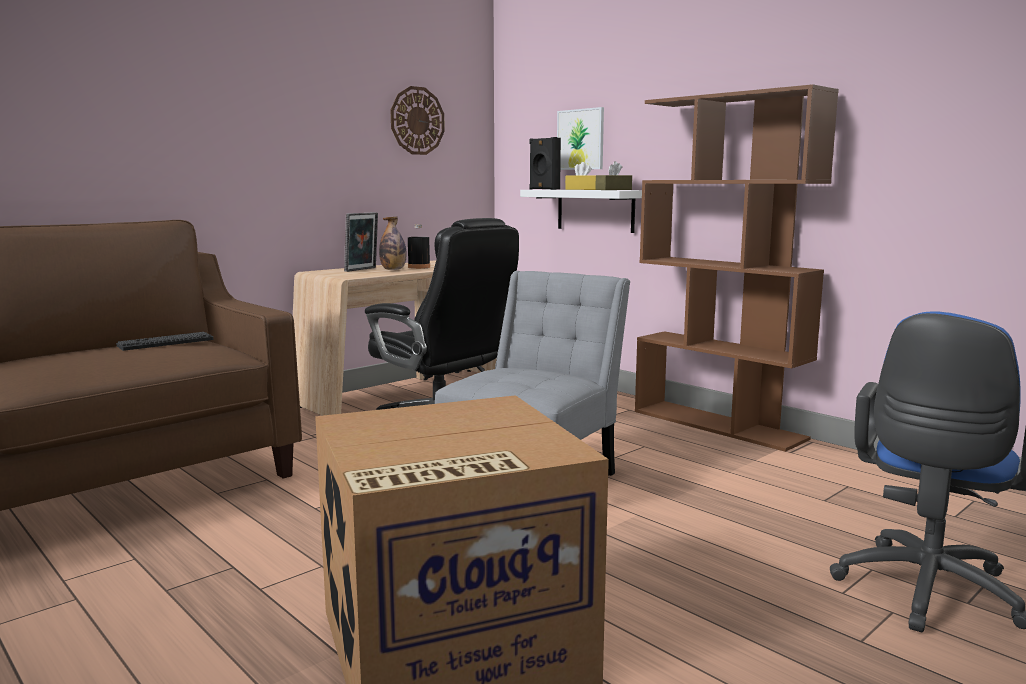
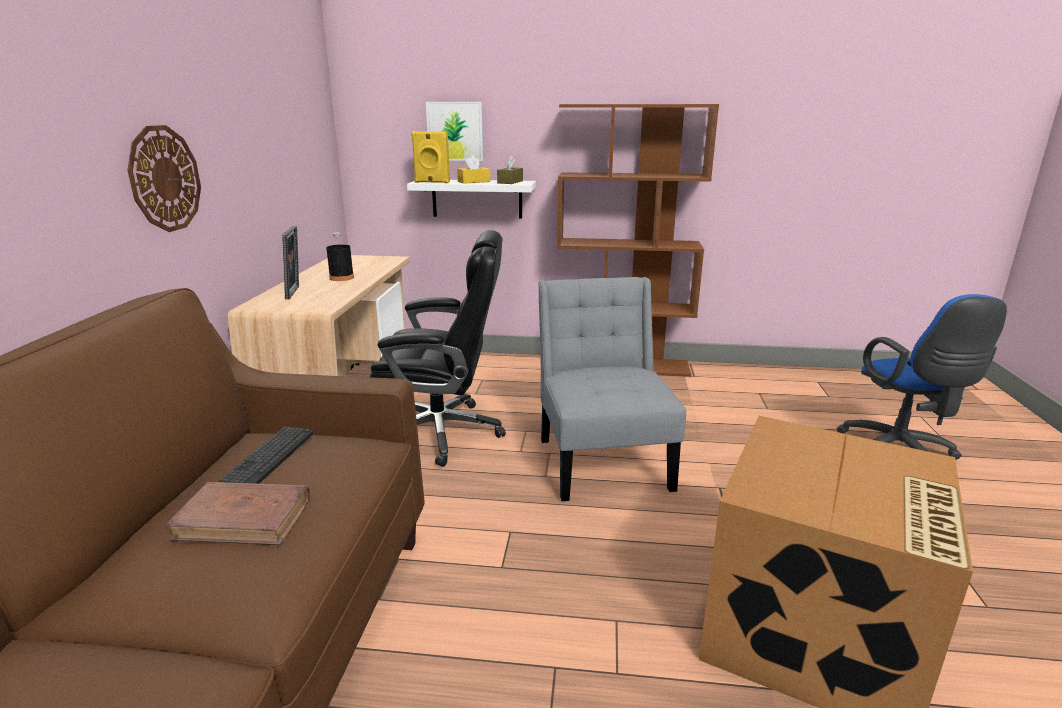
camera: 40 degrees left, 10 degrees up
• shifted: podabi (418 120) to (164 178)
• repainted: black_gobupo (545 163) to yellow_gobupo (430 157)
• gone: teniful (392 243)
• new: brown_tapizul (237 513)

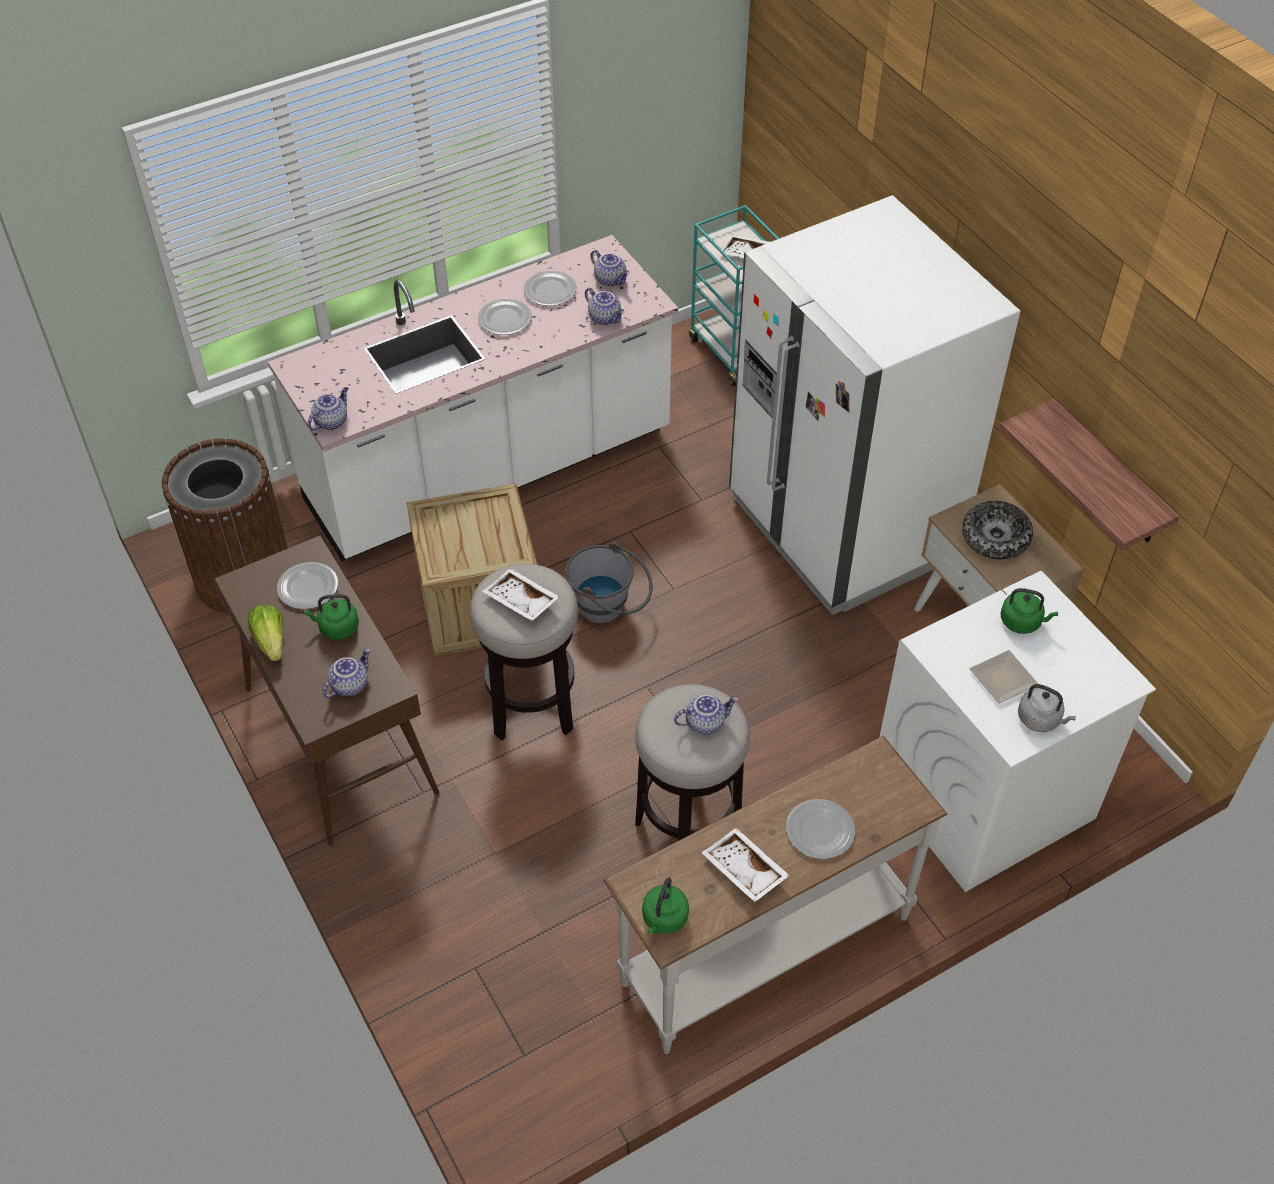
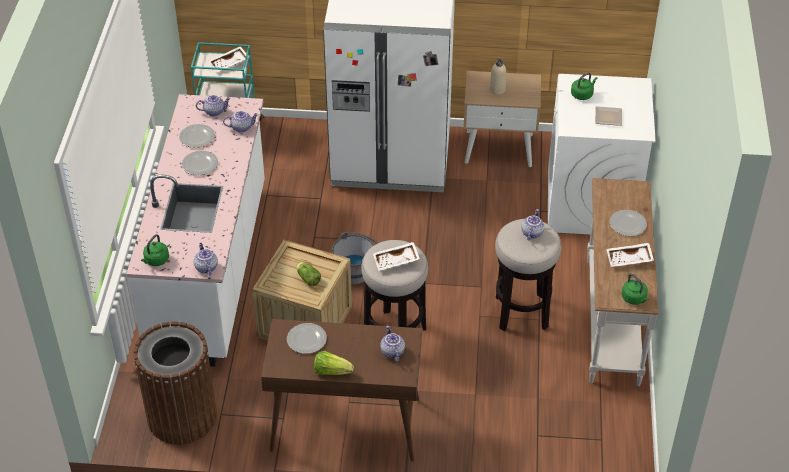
camera: 55 degrees left, 5 degrees down
• gone: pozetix (1089 474)
• swapped: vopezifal (997 530) to beige_teniful (498 77)
• shifted: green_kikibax (331 617) to (155 250)
• gone: grey_kikibax (1047 708)
• new: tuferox (308 274)

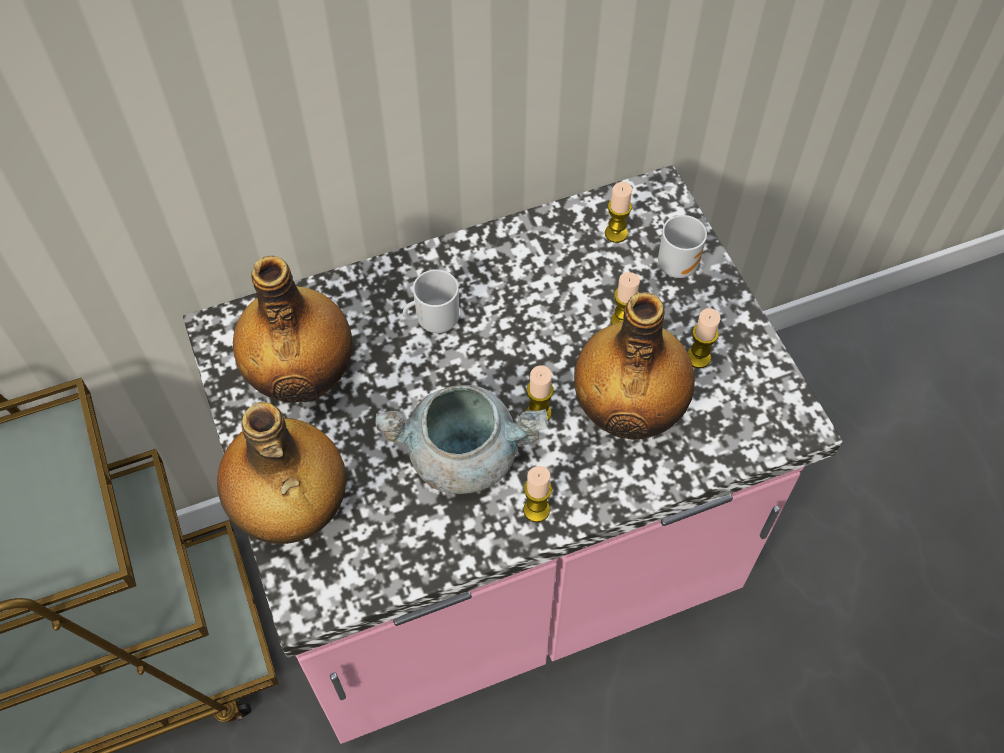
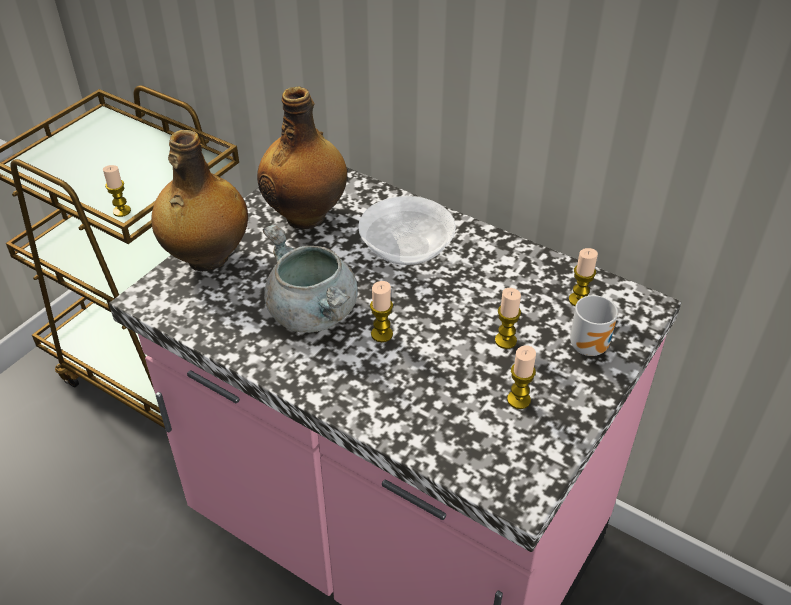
camera: 55 degrees right, 15 degrees down
• swapped: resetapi (431 301) to vopezifal (407 230)
• gone: teniful (634 366)
• shifted: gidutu (537 494) to (117 191)

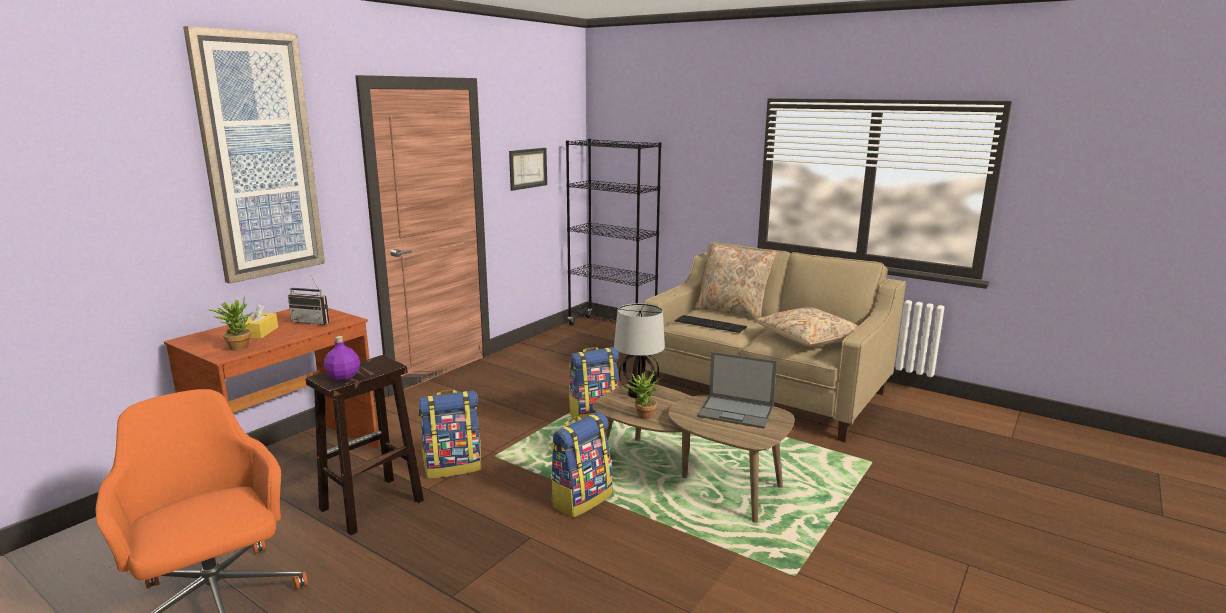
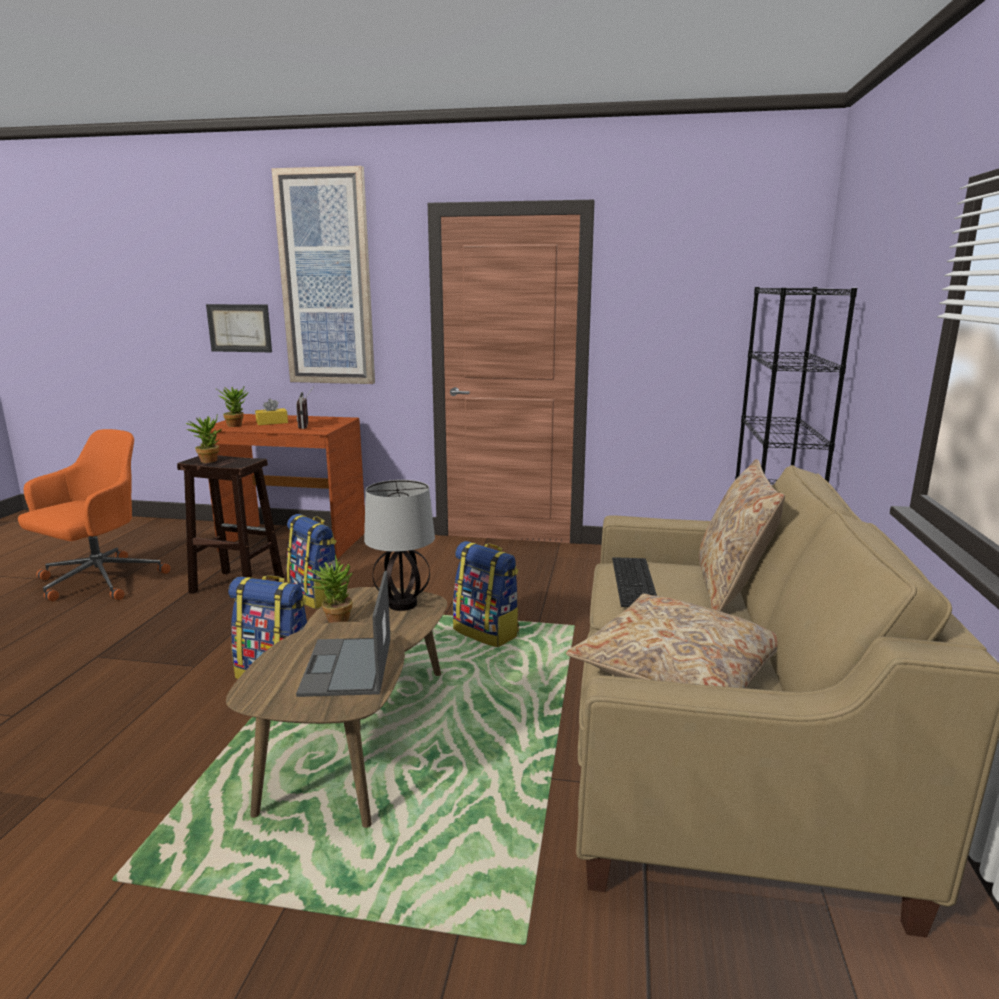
camera: 65 degrees right, 0 degrees up
• shifted: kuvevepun (528 169) to (239 328)
• swapped: purple_teniful (342 358) to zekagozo (204 438)

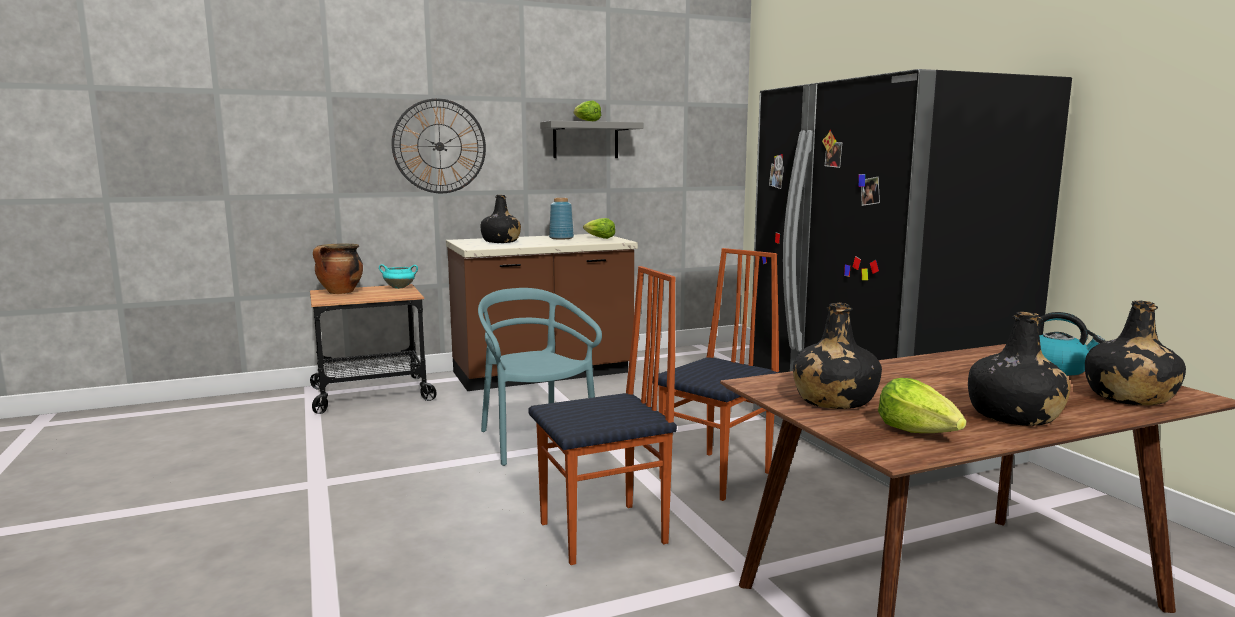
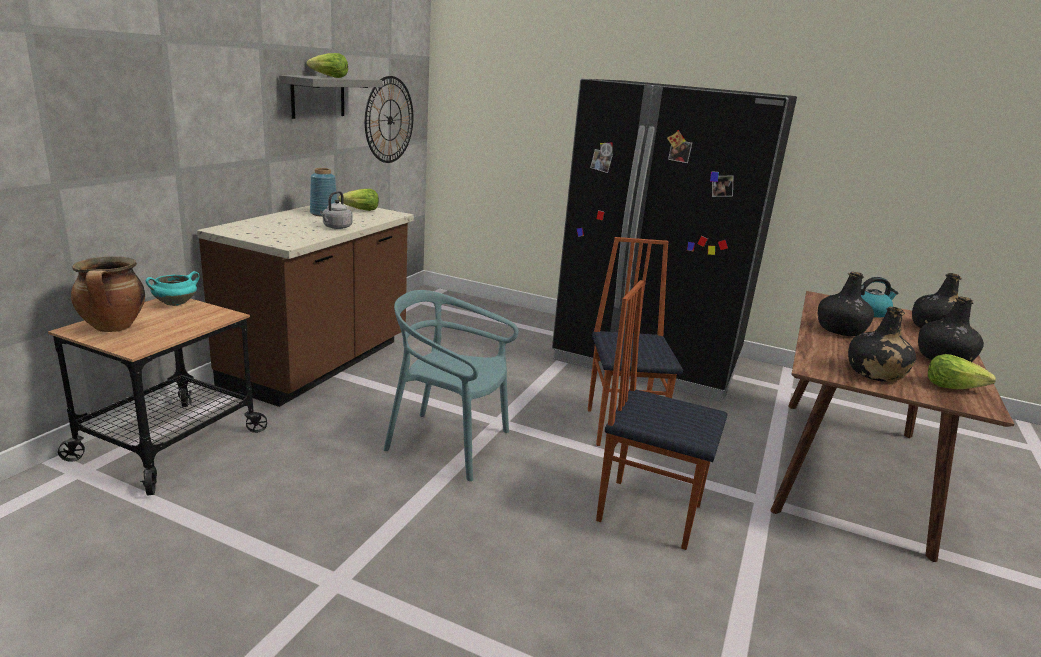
camera: 45 degrees left, 10 degrees up
• shifted: podabi (439 145) to (389 119)
• shifted: black_teniful (501 219) to (846 304)
• rotated: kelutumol (602 415) = (662 415) 90 degrees counterclockwise
• new: grey_kikibax (336 210)

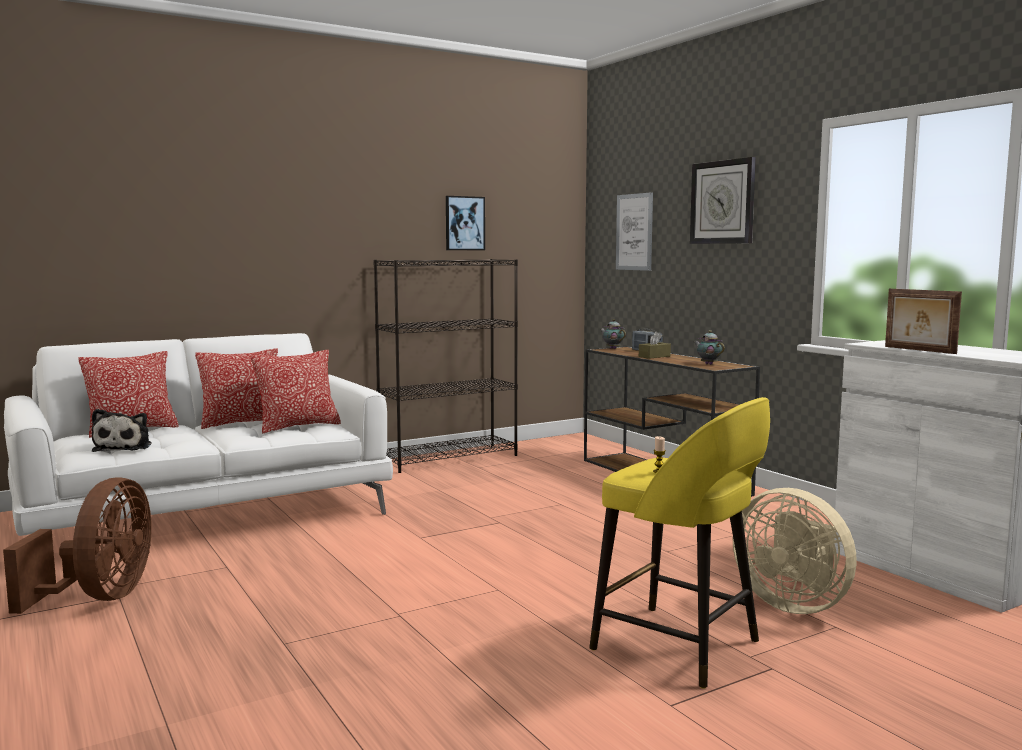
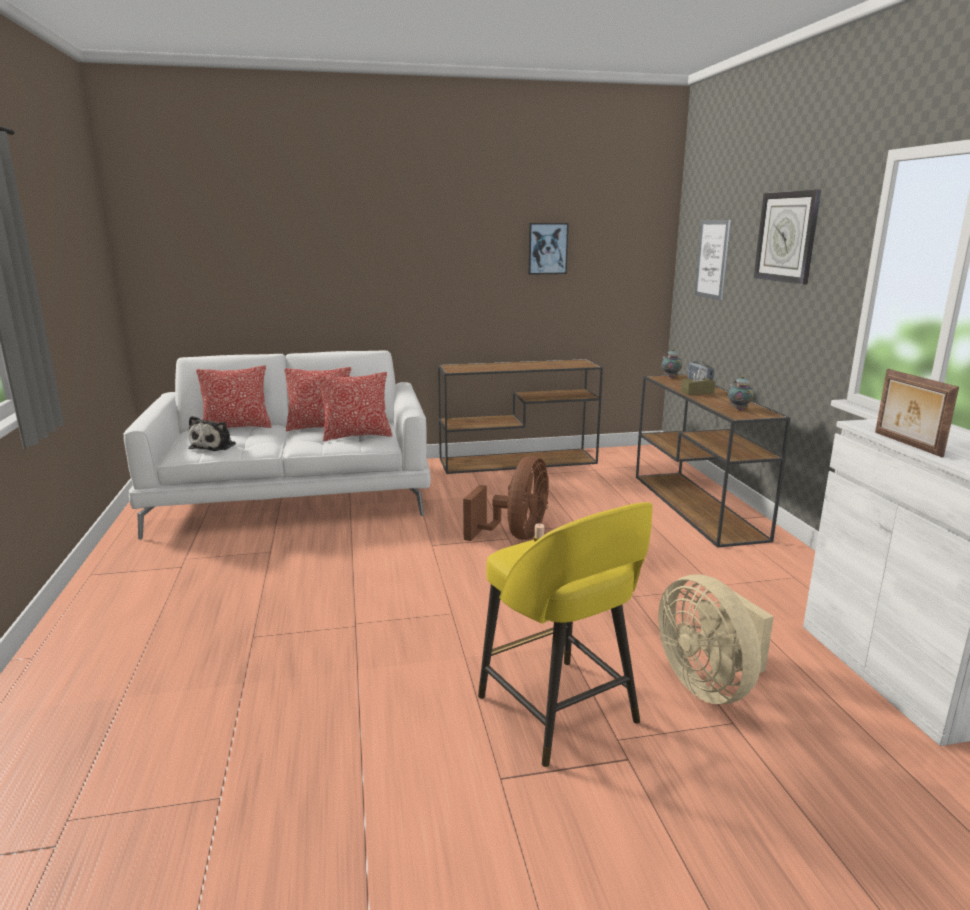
camera: 20 degrees right, 10 degrees up
• swapped: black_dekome (445 366) to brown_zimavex (520 416)
• shifted: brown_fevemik (77 545) to (506 498)

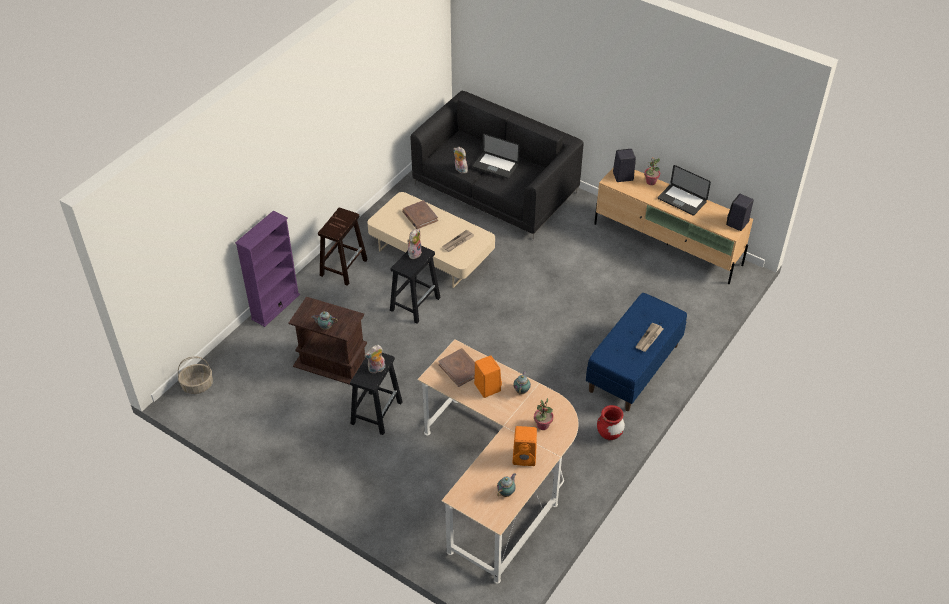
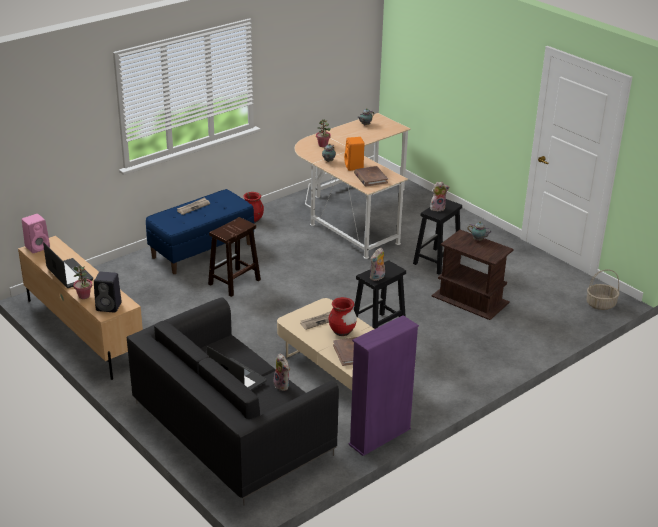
camera: 165 degrees left, 15 degrees down
• repainted: black_gobupo (740 212) to pink_gobupo (36 233)
• shifted: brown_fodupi (343 247) to (234 257)
• shifted: purple_dekome (267 268) to (383 385)
• gone: orange_gobupo (525 446)
• new: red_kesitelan (343 316)

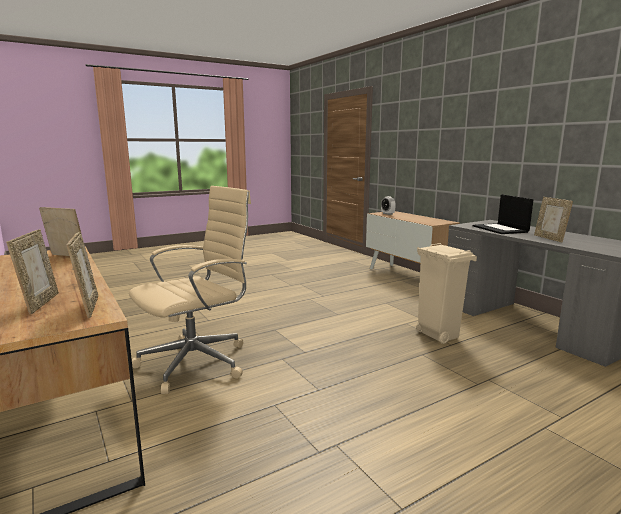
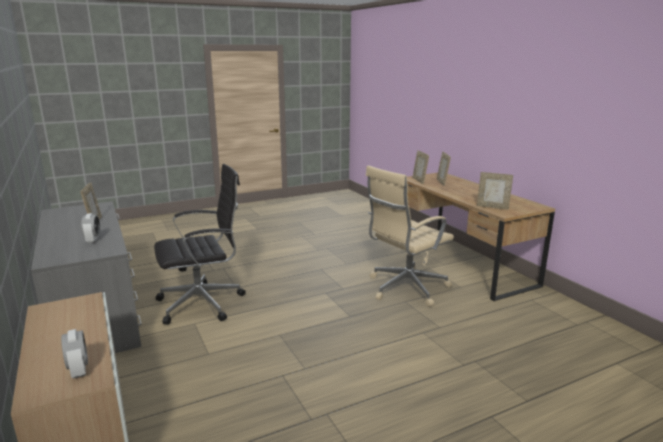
camera: 175 degrees left, 5 degrees up
• swapped: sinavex (503 214) to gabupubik (90 228)
• swapped: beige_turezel (446 293) to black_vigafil (200 244)

